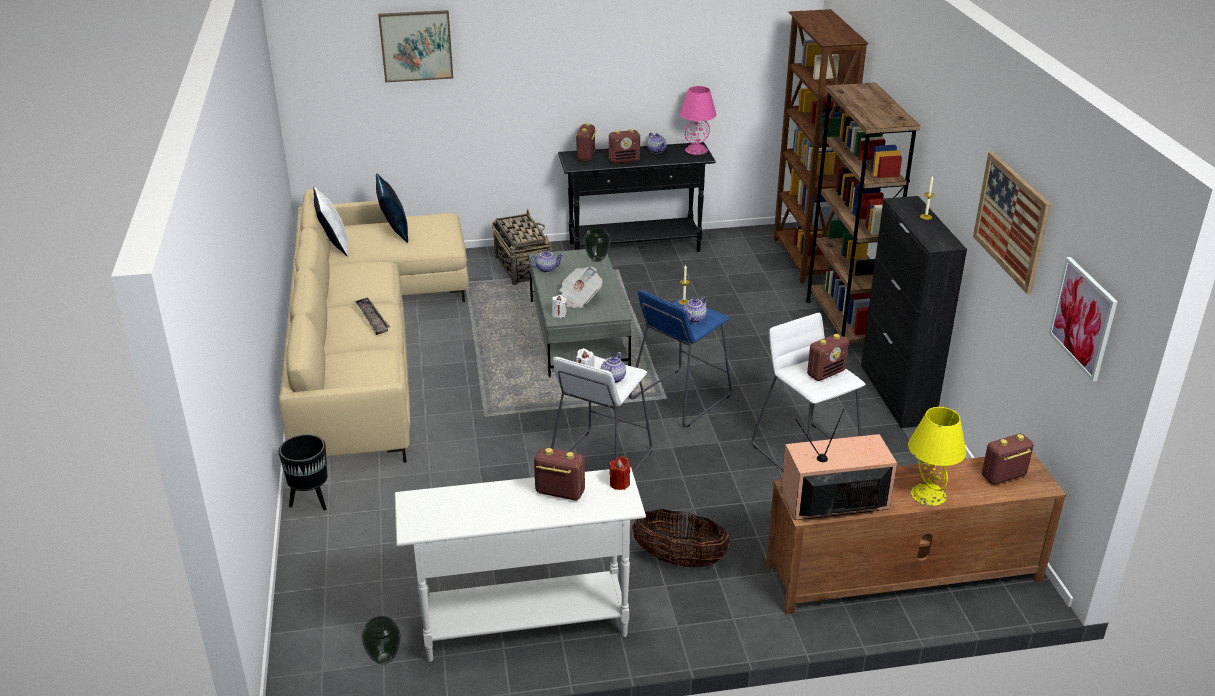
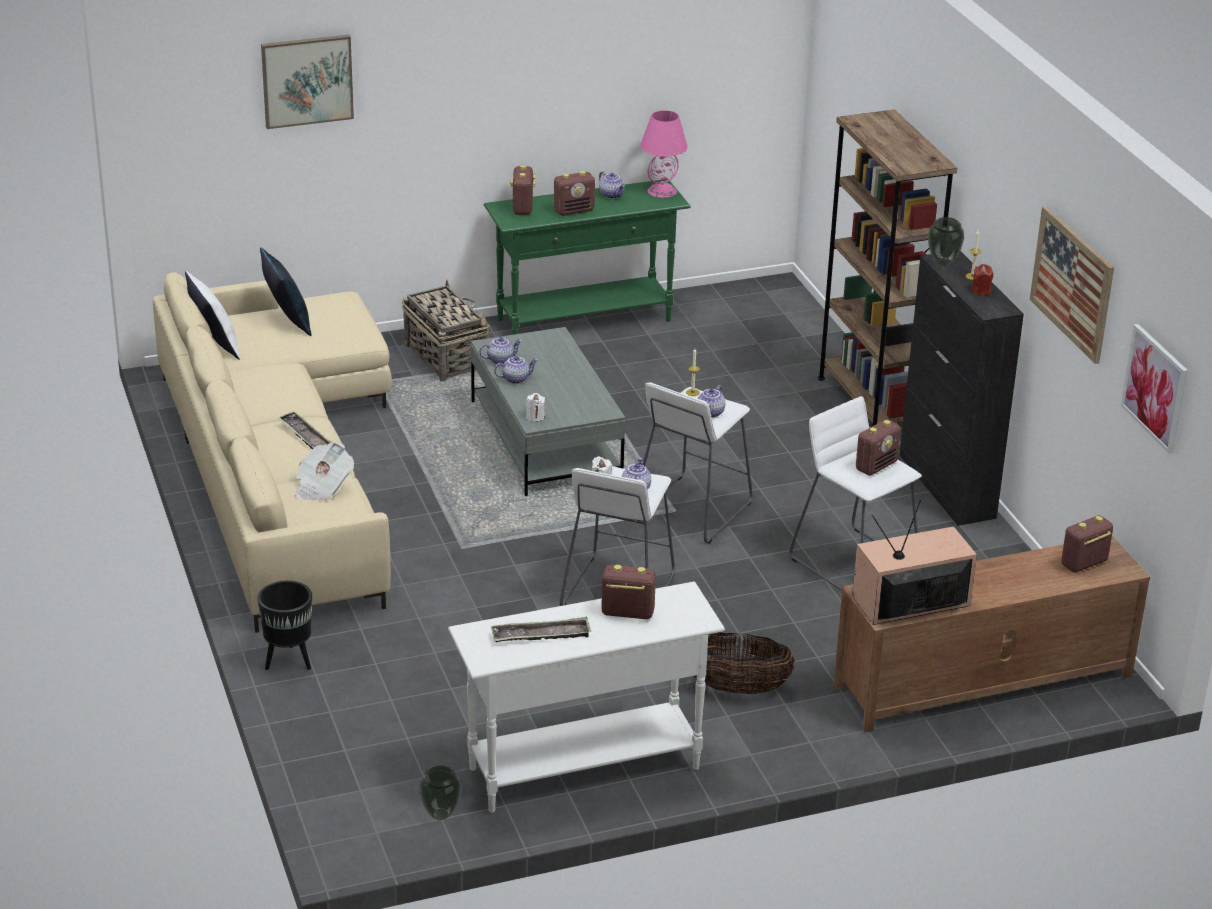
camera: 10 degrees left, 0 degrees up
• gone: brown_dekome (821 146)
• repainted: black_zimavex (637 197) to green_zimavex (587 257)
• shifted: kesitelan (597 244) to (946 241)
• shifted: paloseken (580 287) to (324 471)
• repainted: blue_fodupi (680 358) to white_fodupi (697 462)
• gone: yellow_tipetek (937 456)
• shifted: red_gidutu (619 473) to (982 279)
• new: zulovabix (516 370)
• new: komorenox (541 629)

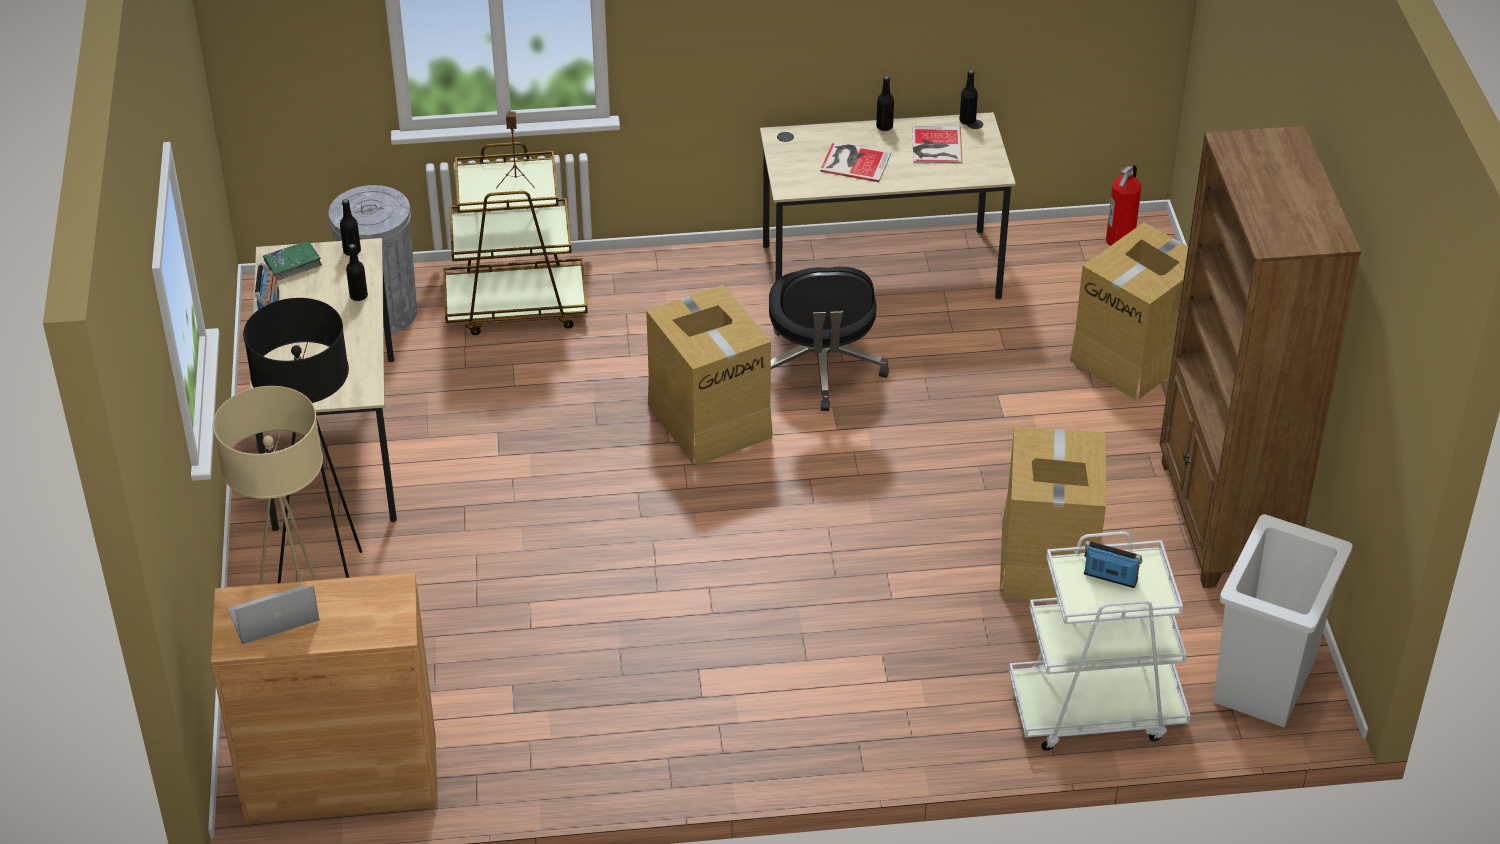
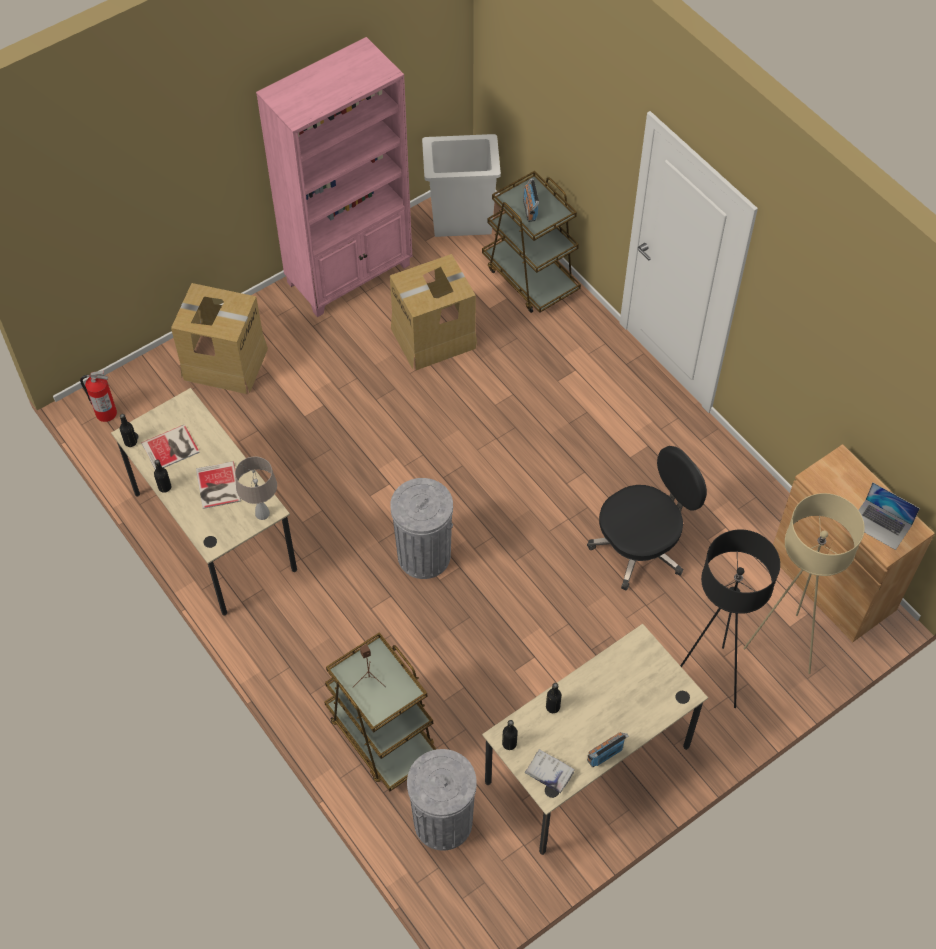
camera: 120 degrees left, 15 degrees up
• repainted: brown_dekome (1260 357) to pink_dekome (334 177)
• repainted: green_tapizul (292 261) to white_tapizul (550 771)
• shifted: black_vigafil (829 338) to (647 518)
• swapped: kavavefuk (709 375) to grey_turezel (421 528)
• repainted: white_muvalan (1100 641) to brown_muvalan (531 242)
• new: beige_tipetek (256 488)

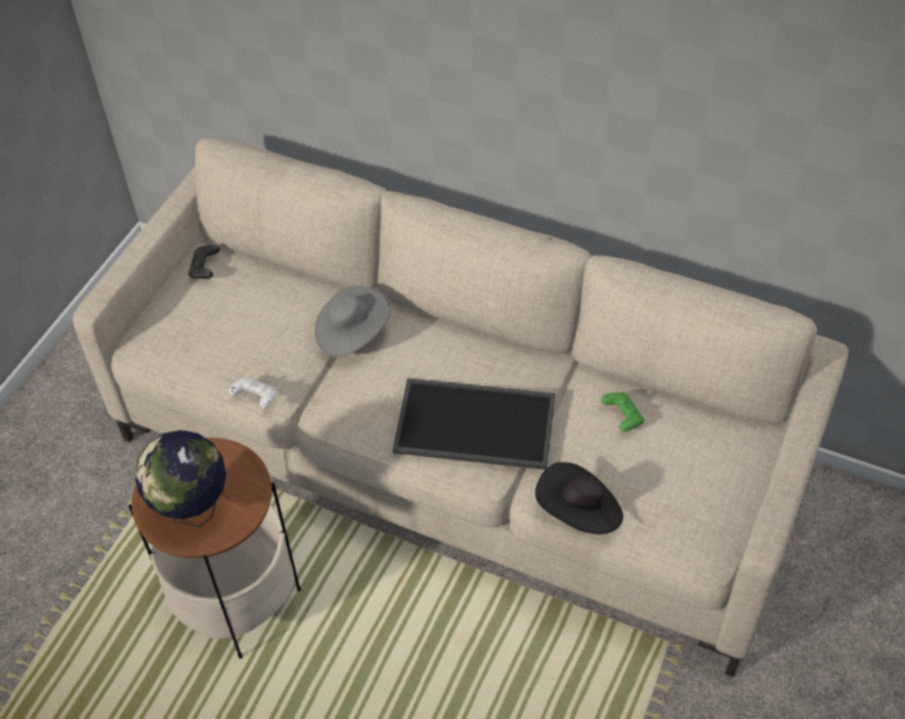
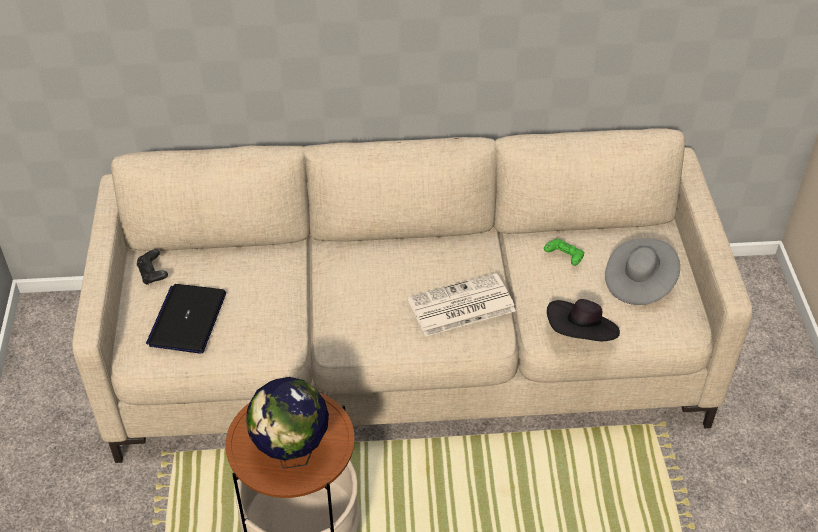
camera: 30 degrees left, 5 degrees down
• shifted: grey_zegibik (352 321) to (642 271)
• gone: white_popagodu (252 393)
• swapped: komorenox (473 424) to paloseken (462 305)
• new: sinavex (186 319)

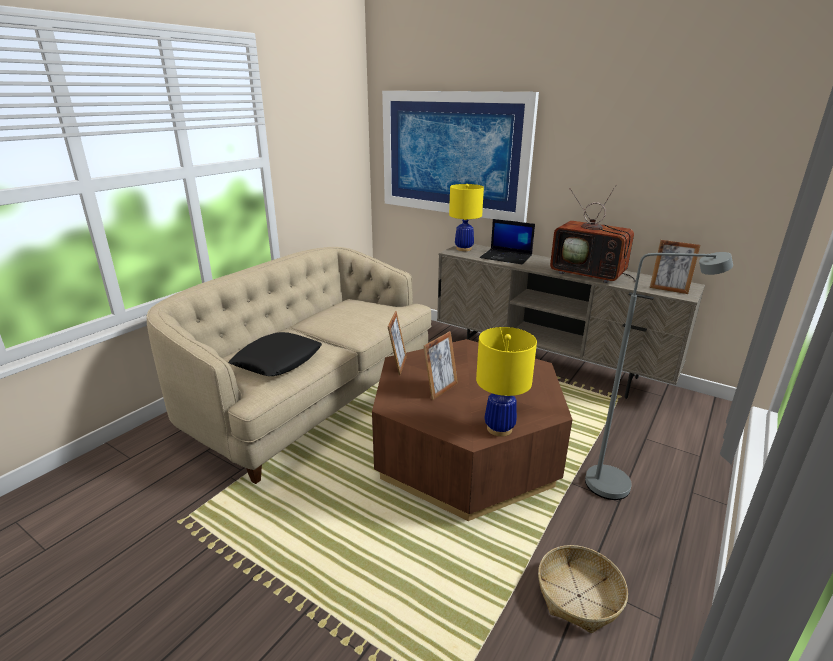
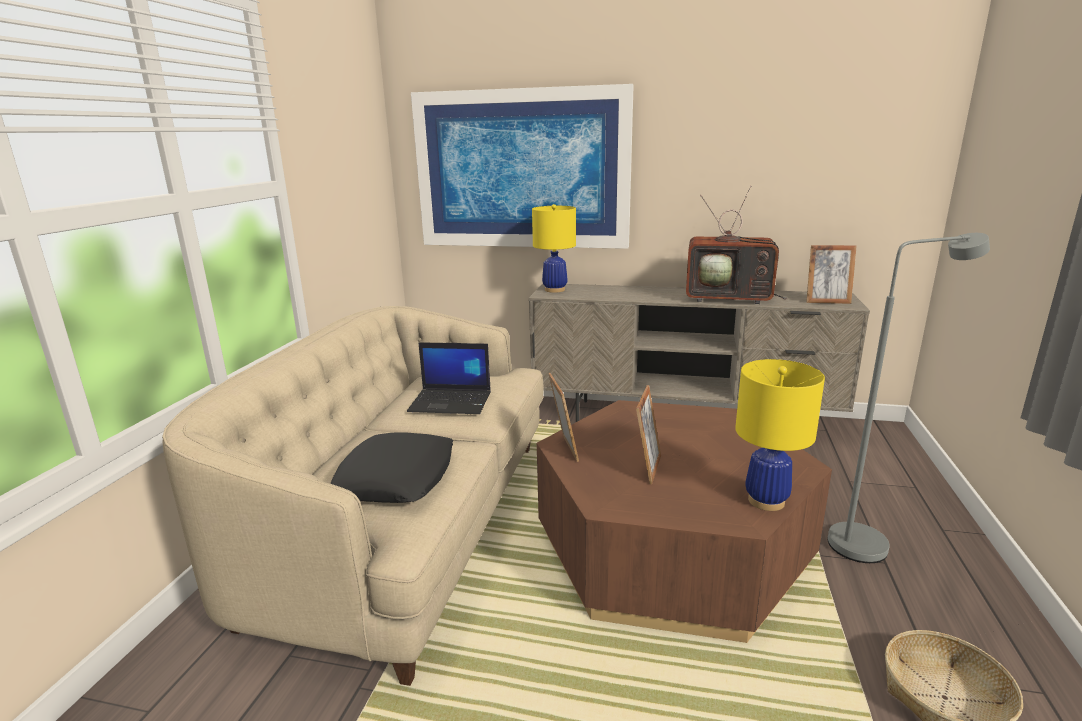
camera: 20 degrees left, 5 degrees down
• shifted: sinavex (507 241) to (449 378)

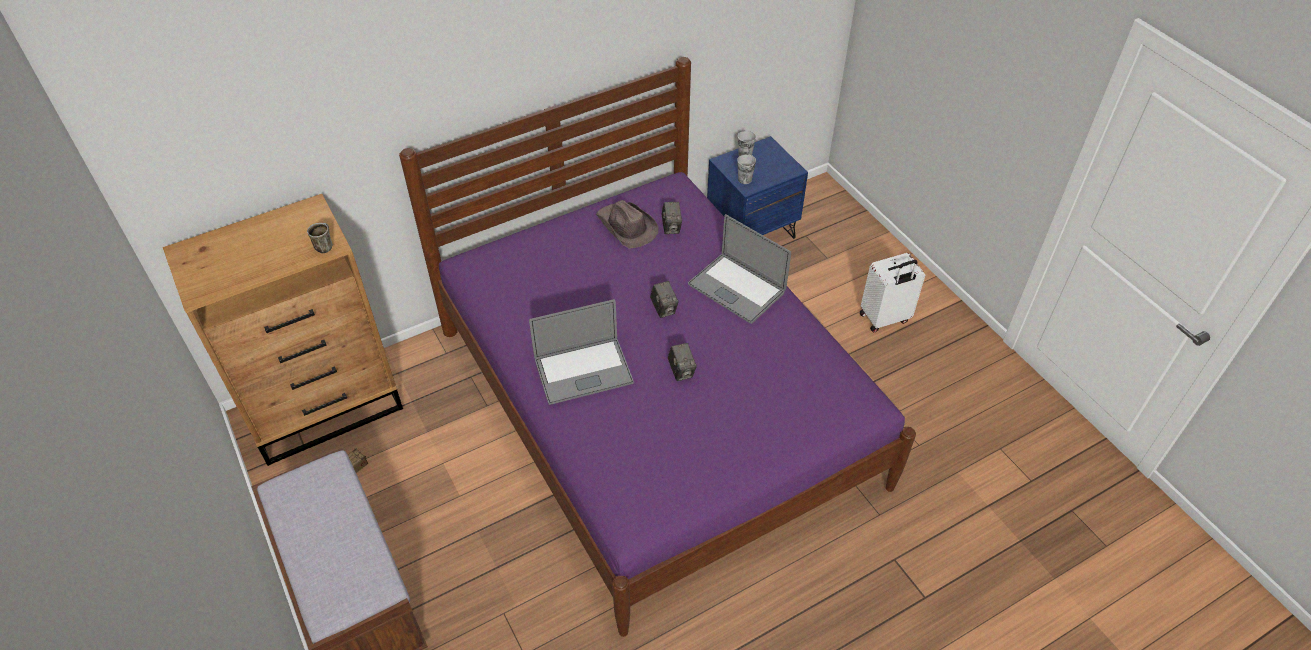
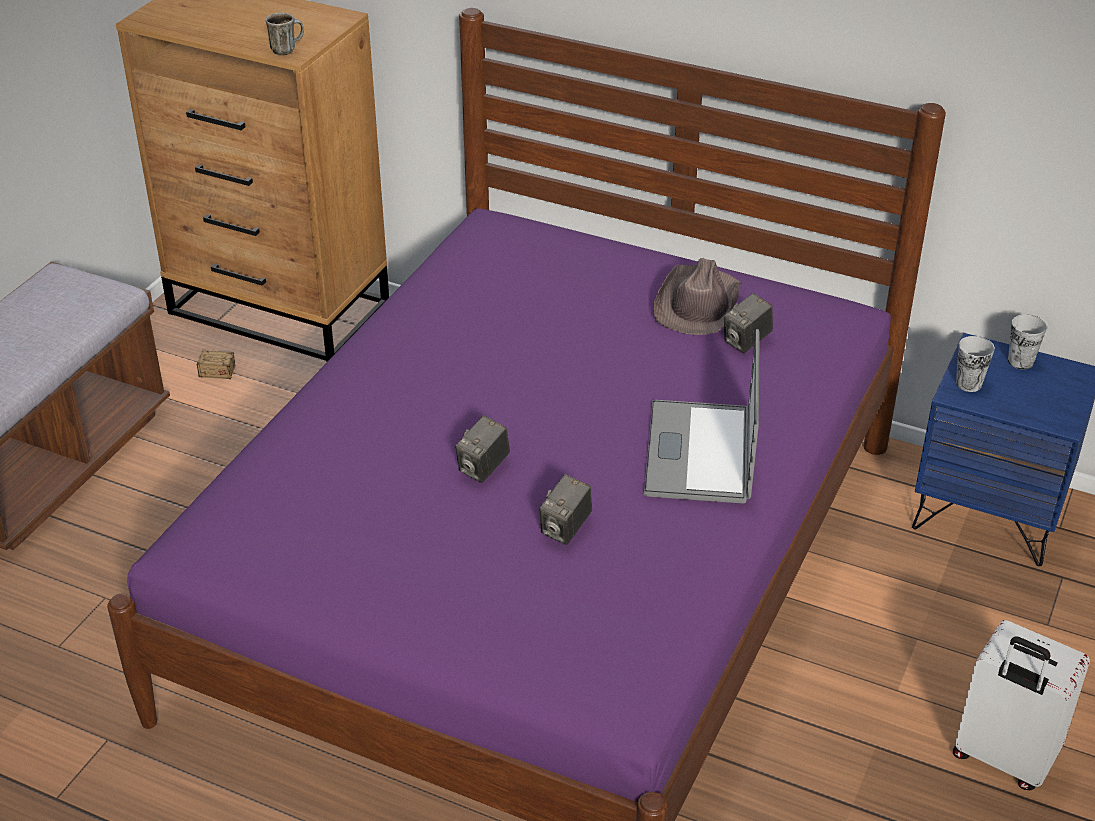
camera: 55 degrees right, 10 degrees down
• shifted: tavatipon (664 299) to (566 509)
• gone: sinavex (581 352)

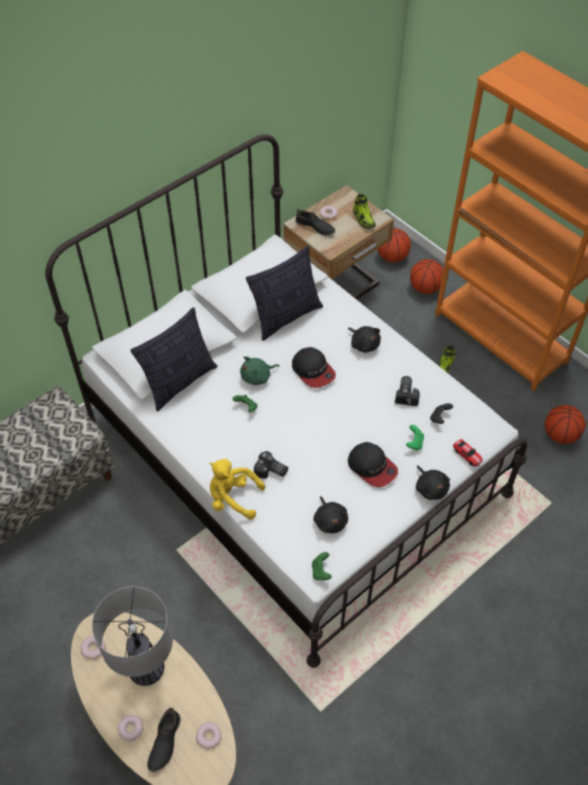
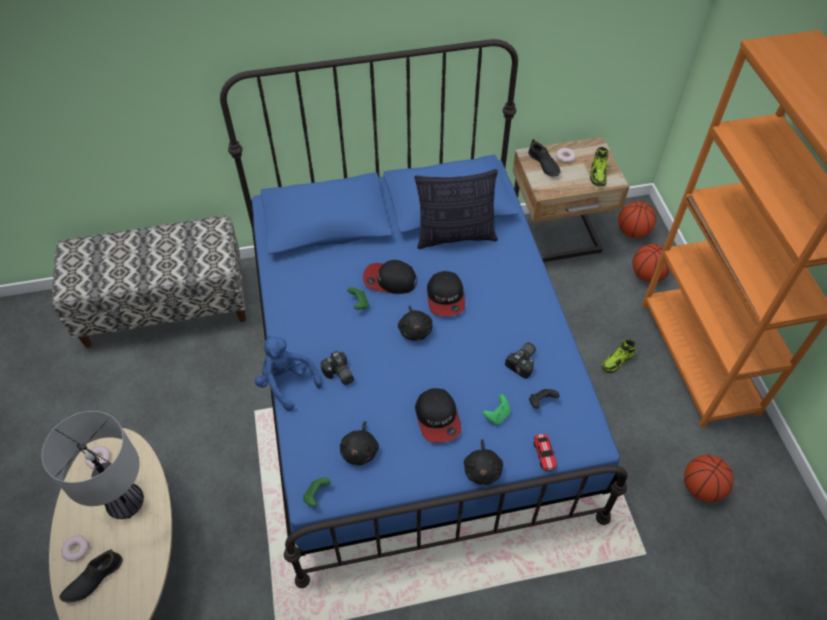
camera: 30 degrees right, 0 degrees up
• repainted: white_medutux (286 401) to blue_medutux (423 313)
• gone: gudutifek (174 359)
• shifted: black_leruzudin (364 339) to (415 323)
• swapped: green_leruzudin (260 370) to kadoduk (390 277)
• repainted: yellow_leruzudin (237 489) to blue_leruzudin (288 373)
• gone: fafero (208 735)

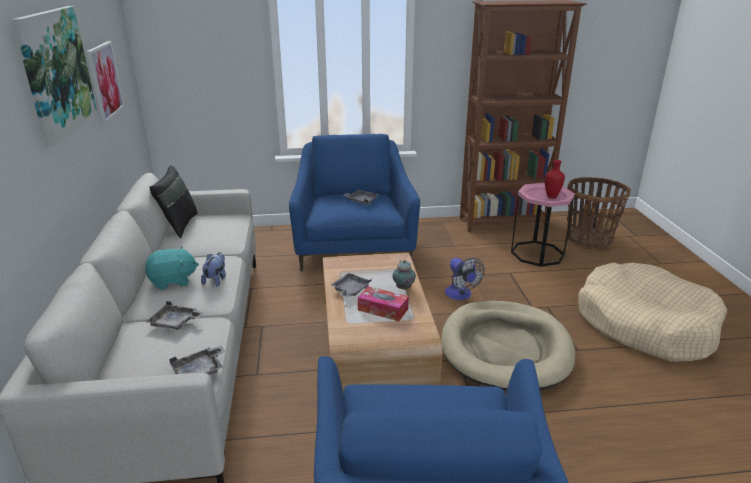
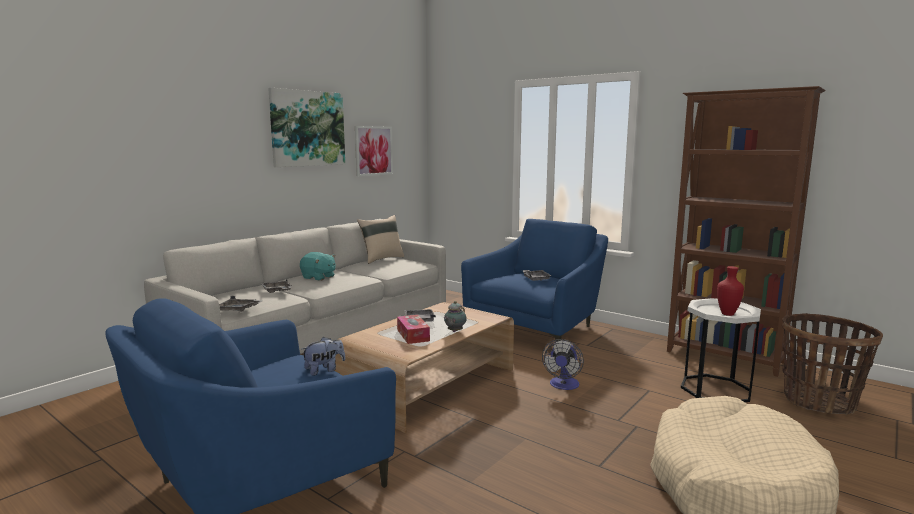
camera: 45 degrees right, 15 degrees down
• repainted: black_gudutifek (173 201) to beige_gudutifek (380 239)
• repainted: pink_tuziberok (543 224) to white_tuziberok (721 350)
• shifted: leruzudin (213 269) to (323 356)
• gone: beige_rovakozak (508 346)

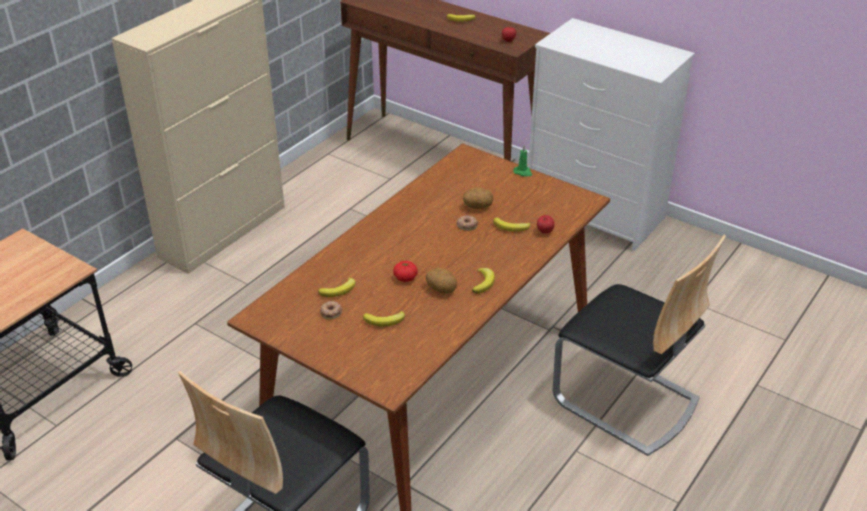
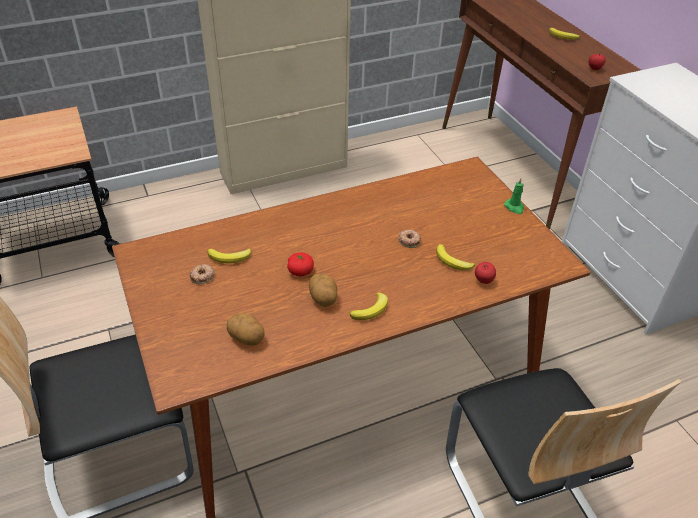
camera: 30 degrees right, 5 degrees up
• shifted: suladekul (478 198) to (245 329)
• gone: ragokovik (384 318)

